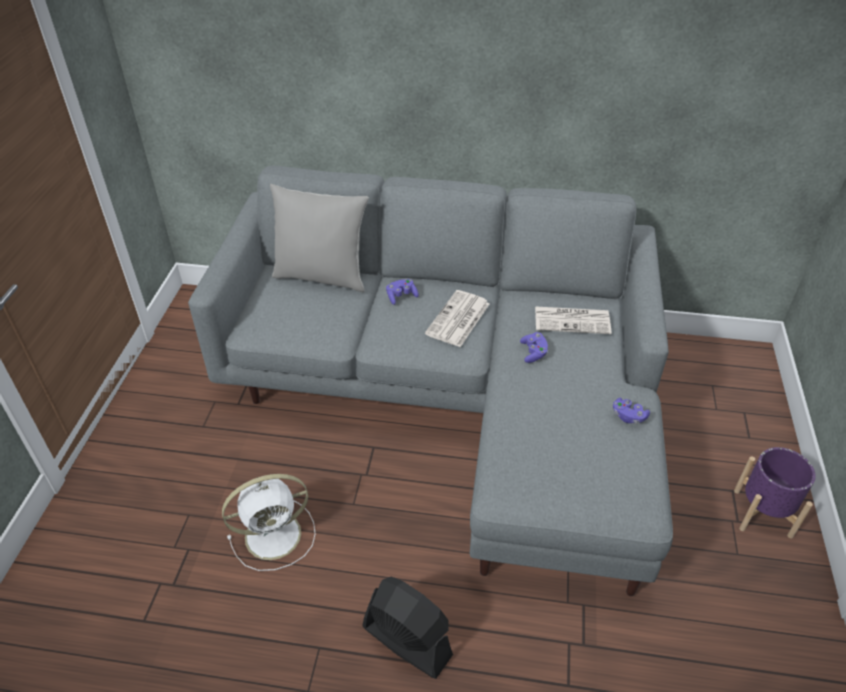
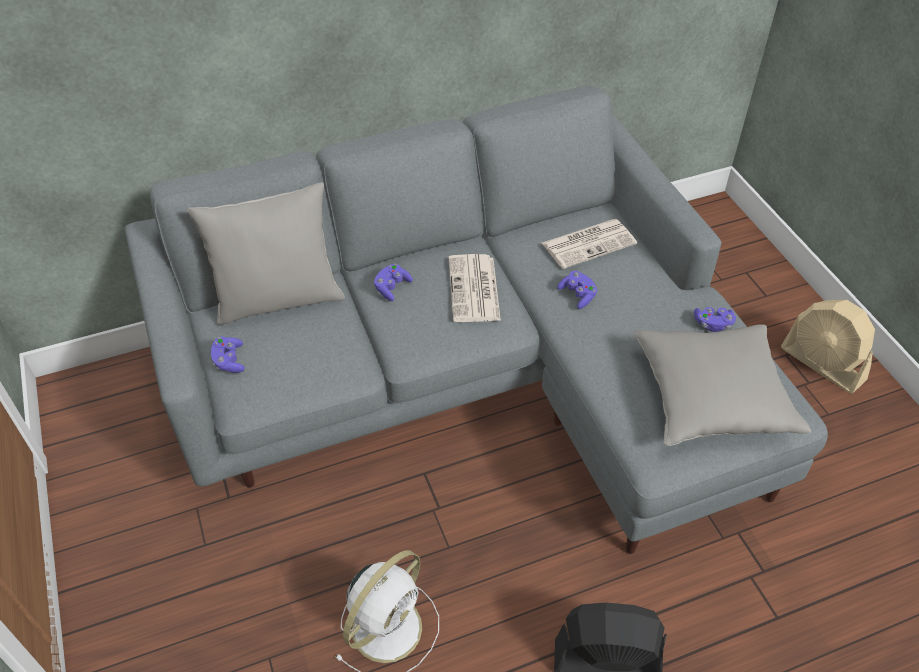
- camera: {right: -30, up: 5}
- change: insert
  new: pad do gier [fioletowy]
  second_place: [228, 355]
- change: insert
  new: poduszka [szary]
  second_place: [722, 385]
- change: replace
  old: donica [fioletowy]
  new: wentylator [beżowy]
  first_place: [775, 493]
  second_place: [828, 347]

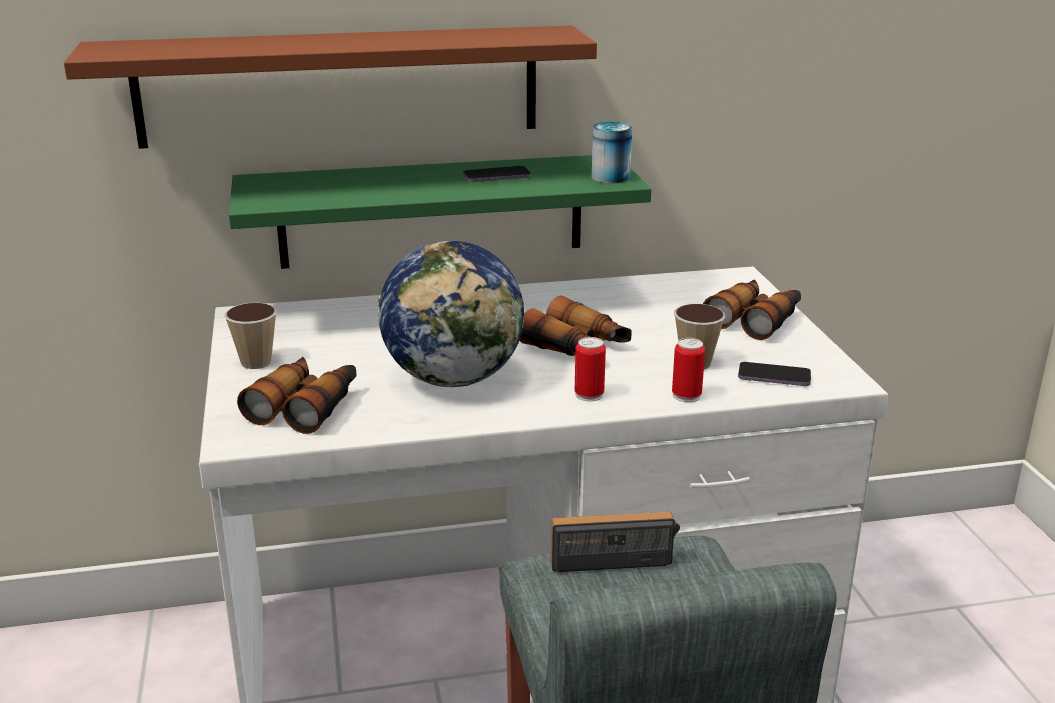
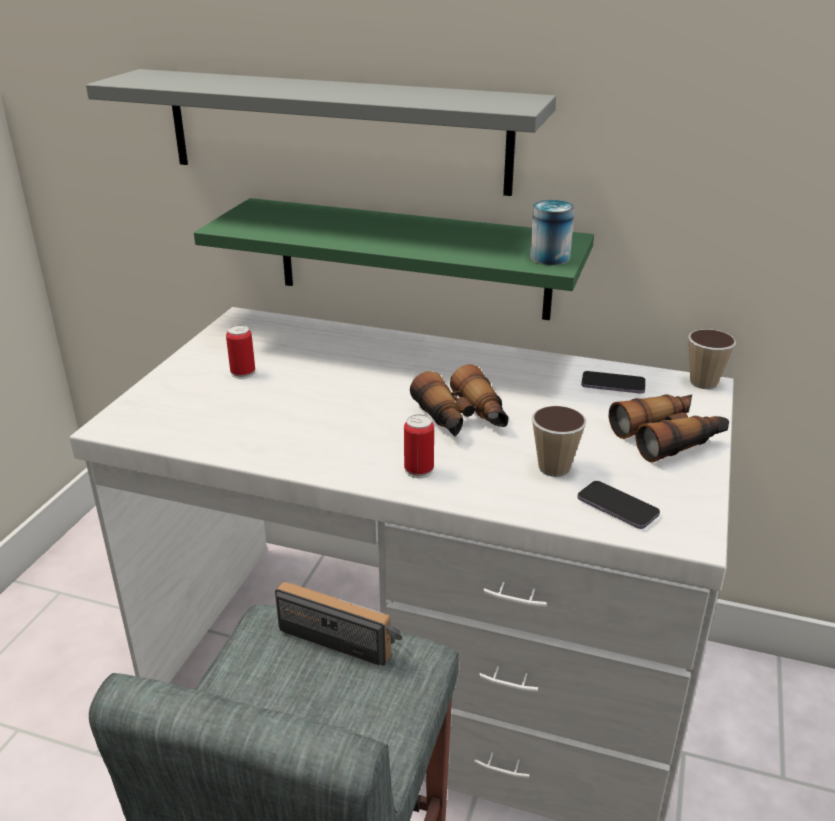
- camera: {right: 30, up: 5}
- change: delete
  old: lornetka
  first_place: [297, 395]
- change: delete
  old: globus
  first_place: [451, 314]
- change: move
  old: filiżanka
  first_place: [250, 336]
  second_place: [712, 359]
- change: move
  old: telefon
  first_place: [497, 174]
  second_place: [613, 382]
- change: move
  old: puszka
  first_place: [688, 370]
  second_place: [240, 352]
- change: recolor
  old: półka [brązowy]
  new: półka [szary]
  first_place: [330, 87]
  second_place: [321, 132]

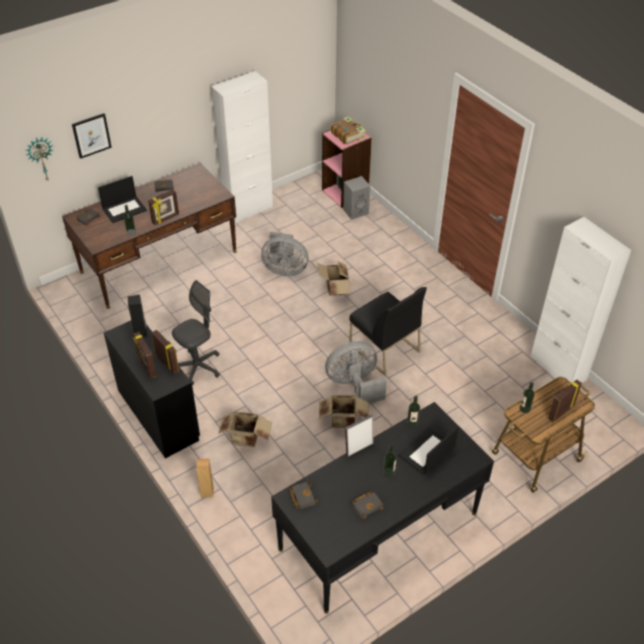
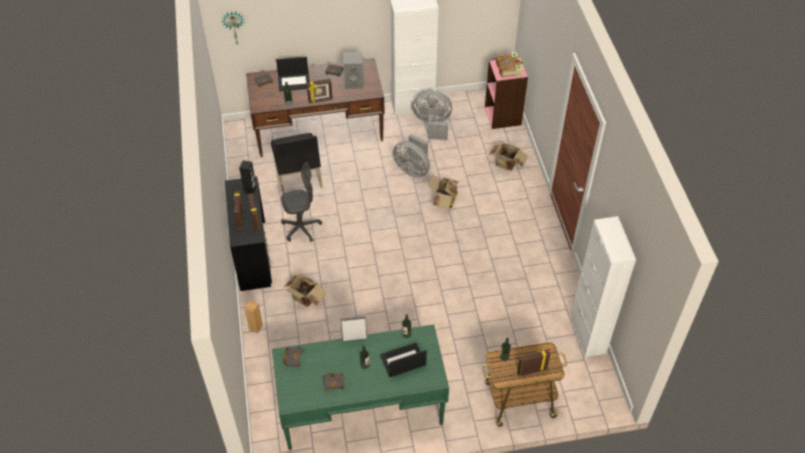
- camera: {right: 25, up: 5}
- change: delete
  old: obraz
  first_place: [92, 136]
- change: move
  old: karton
  first_place: [344, 411]
  second_place: [508, 157]
- change: move
  old: wentylator [szary]
  first_place: [356, 372]
  second_place: [432, 115]
- change: move
  old: głośnik [szary]
  first_place: [356, 198]
  second_place: [353, 70]
- change: move
  old: krzesło [czarny]
  first_place: [388, 331]
  second_place: [296, 163]
- change: recolor
  old: biurko [czarny]
  new: biurko [zielony]
  first_place: [382, 508]
  second_place: [360, 387]

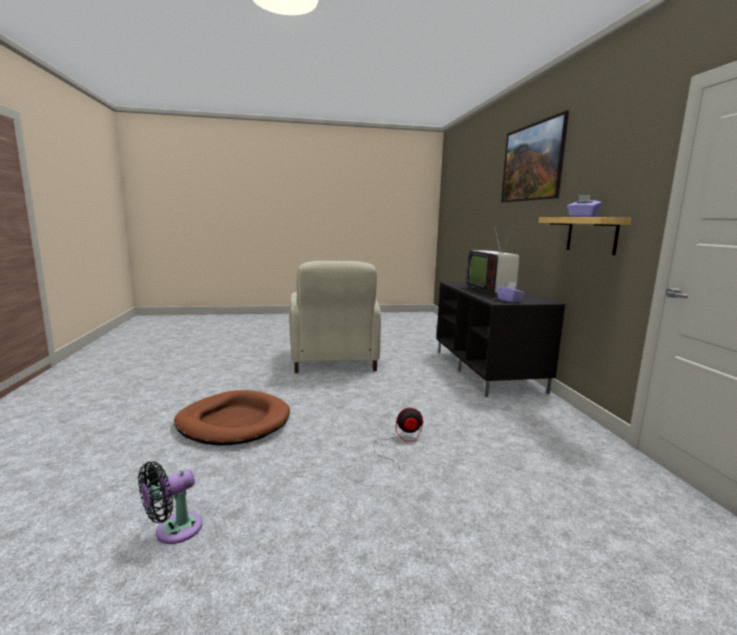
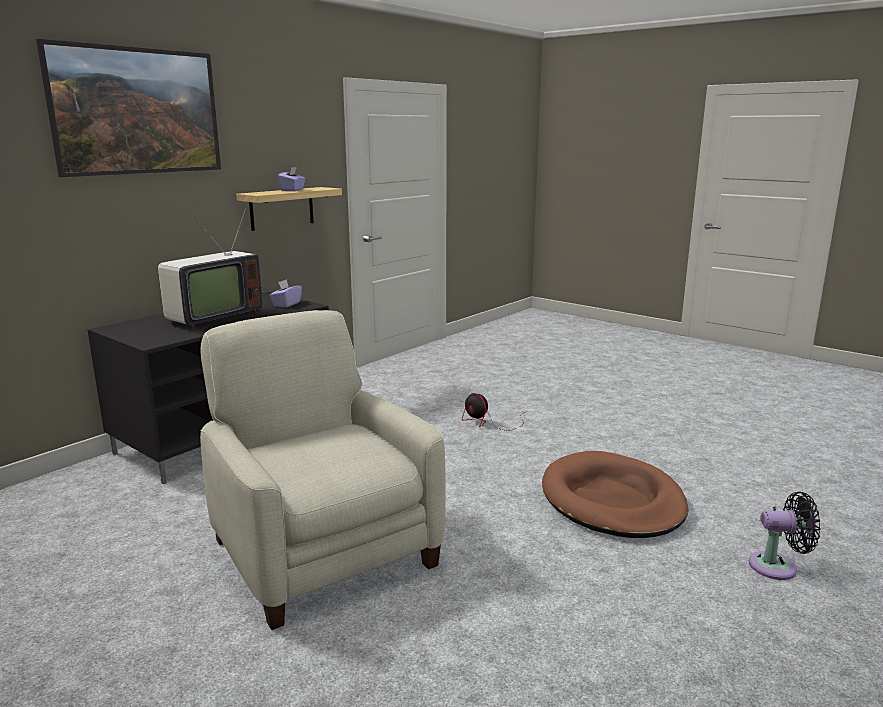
- camera: {right: -130, up: 5}
- change: move
  old: wentylator [czarny]
  first_place: [170, 502]
  second_place: [785, 536]
- change: rotate
  old: fotel [beżowy]
  first_place: [335, 317]
  second_place: [323, 470]
  degrees: -75

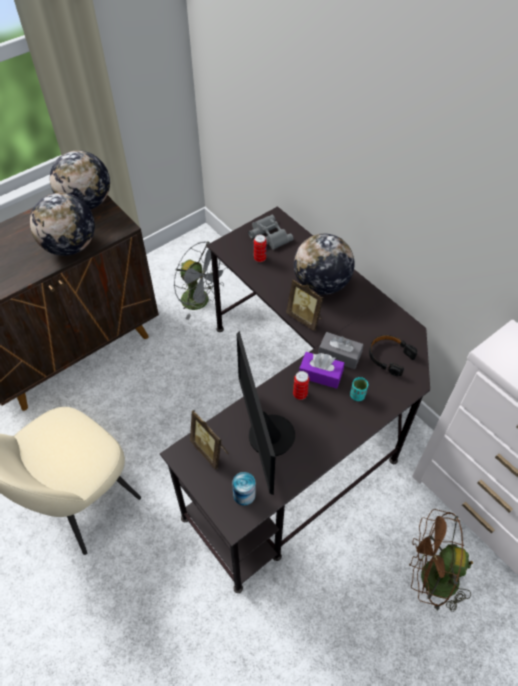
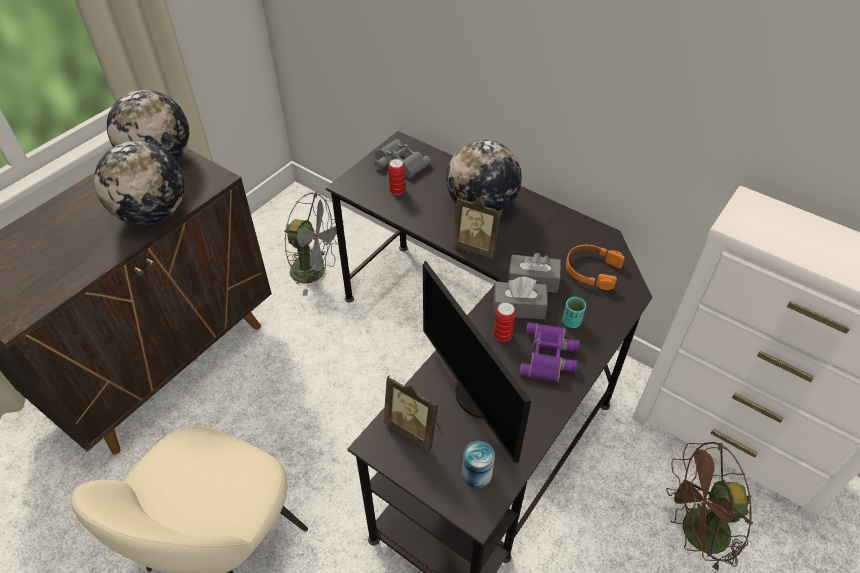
- camera: {right: -15, up: -5}
- change: insert
  new: lornetka [fioletowy]
  second_place: [549, 352]
- change: recolor
  old: pudełko chusteczek [fioletowy]
  new: pudełko chusteczek [szary]
  first_place: [321, 370]
  second_place: [520, 298]
- change: recolor
  old: słuchawki [czarny]
  new: słuchawki [pomarańczowy]
  first_place: [393, 355]
  second_place: [595, 267]

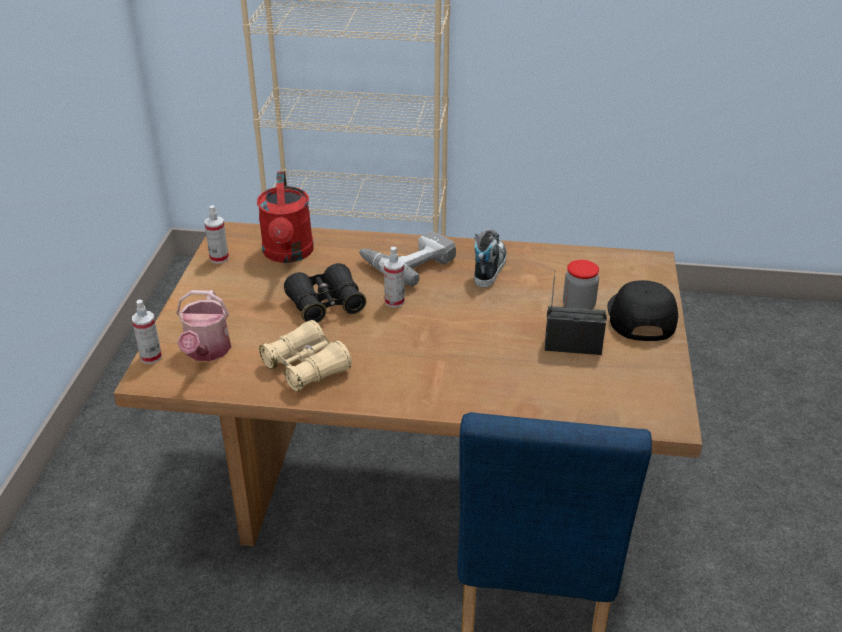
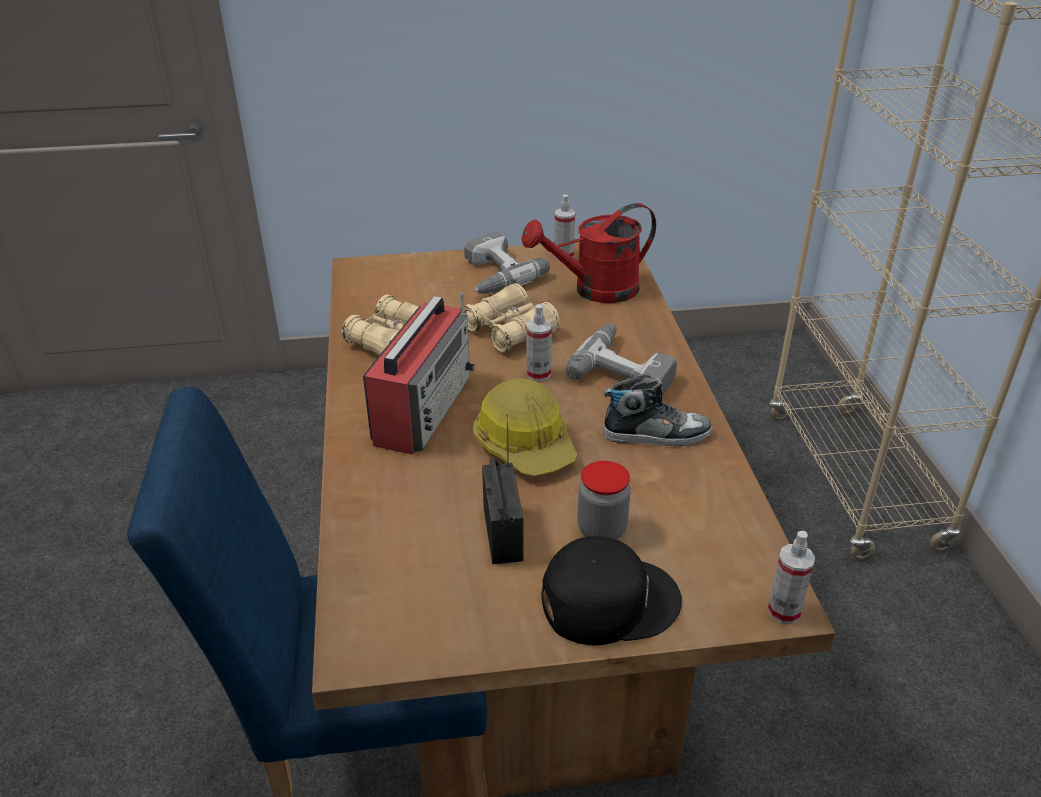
- camera: {right: 75, up: 0}
- change: delete
  old: konewka
  first_place: [203, 325]
- change: insert
  new: radio
  second_place: [419, 373]
- change: insert
  new: wiertarka
  second_place: [507, 262]
- change: insert
  new: kask
  second_place: [525, 427]
- change: move
  old: spryskiwacz
  first_place: [147, 331]
  second_place: [791, 577]
- change: recolor
  old: lornetka [czarny]
  new: lornetka [beżowy]
  first_place: [325, 293]
  second_place: [512, 318]

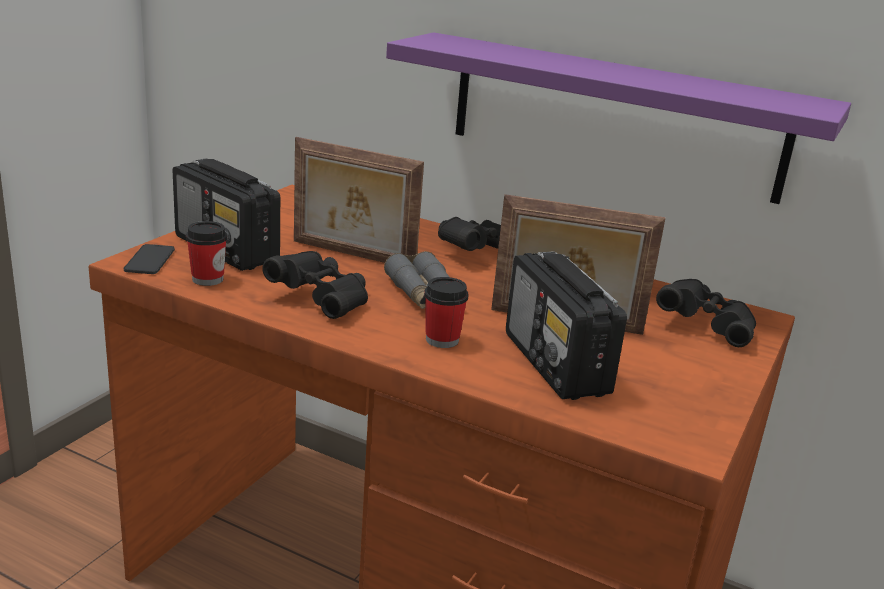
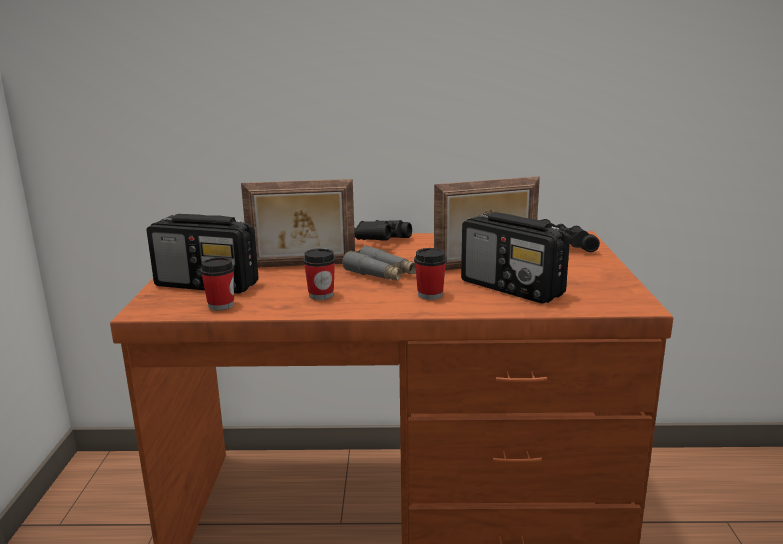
- camera: {right: -25, up: -5}
- change: delete
  old: telefon
  first_place: [149, 259]
- change: delete
  old: półka [fioletowy]
  first_place: [618, 118]
- change: replace
  old: lornetka [czarny]
  new: filiżanka
  first_place: [315, 285]
  second_place: [319, 274]

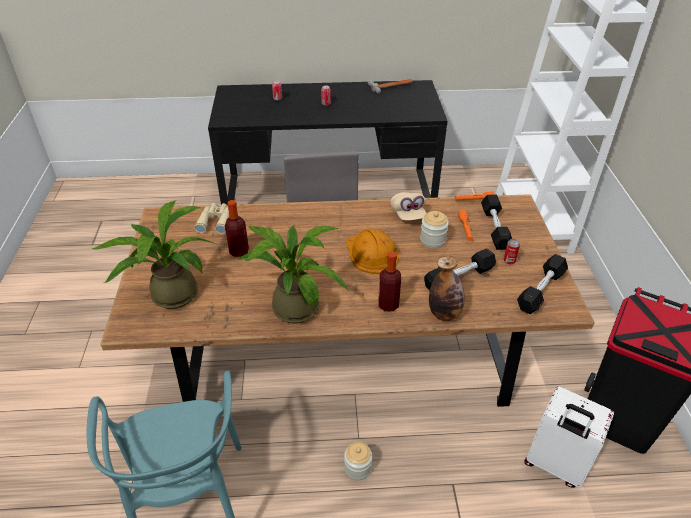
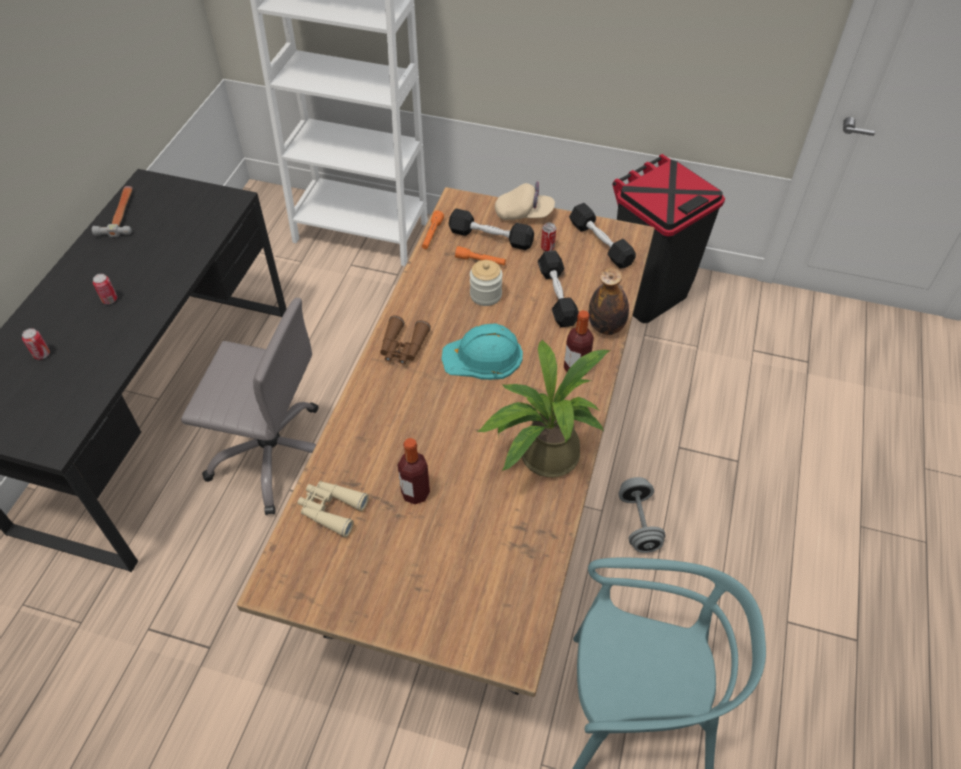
- camera: {right: -70, up: 10}
- change: delete
  old: roślina doniczkowa
  first_place: [154, 254]
- change: delete
  old: walizka [biały]
  first_place: [569, 437]
- change: insert
  new: lornetka [brązowy]
  second_place: [405, 340]
- change: move
  old: czapka z daszkiem [beżowy]
  first_place: [408, 206]
  second_place: [525, 201]
- change: replace
  old: słoik
  new: hantel [szary]
  first_place: [358, 461]
  second_place: [642, 515]
- change: recolor
  old: kask [pomarańczowy]
  new: kask [turkusowy]
  first_place: [372, 251]
  second_place: [482, 351]

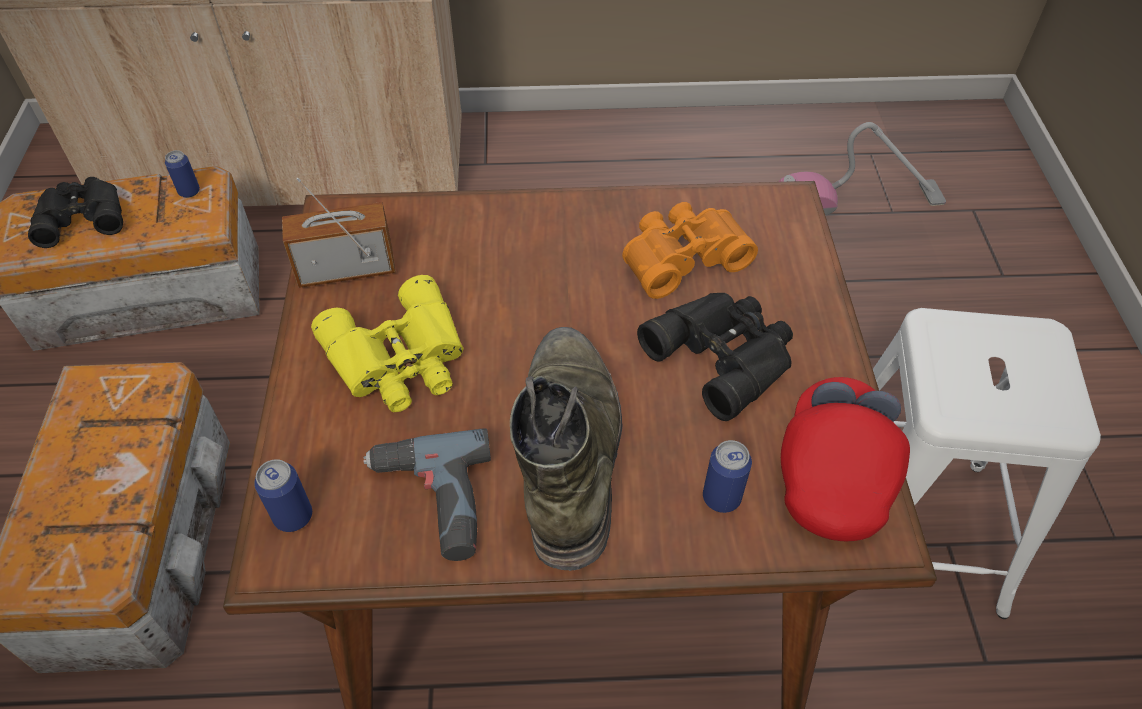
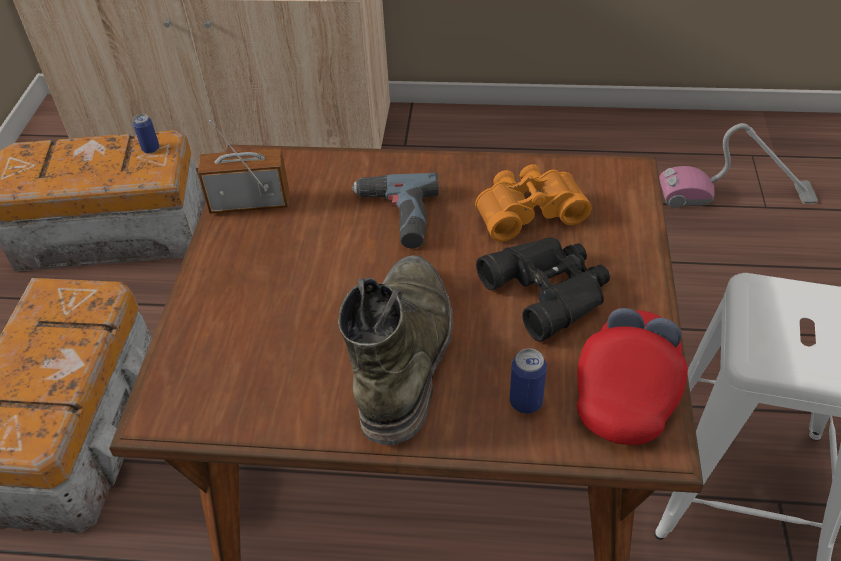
- camera: {right: 10, up: -5}
- change: delete
  old: lornetka [czarny]
  first_place: [75, 212]
- change: delete
  old: puszka
  first_place: [283, 495]
- change: delete
  old: lornetka [żółty]
  first_place: [387, 343]
- change: move
  old: wiertarka
  first_place: [427, 494]
  second_place: [395, 211]

